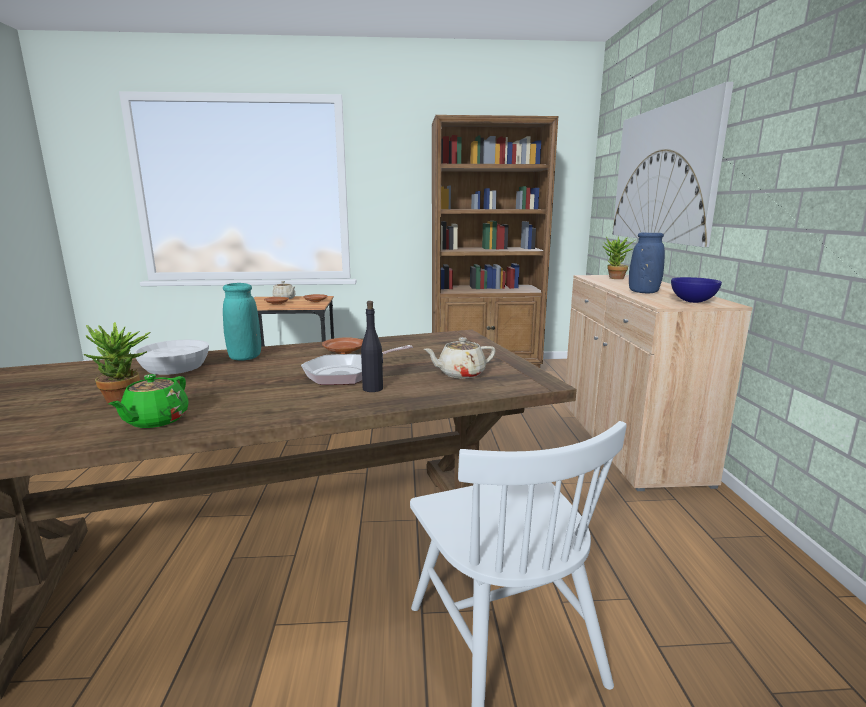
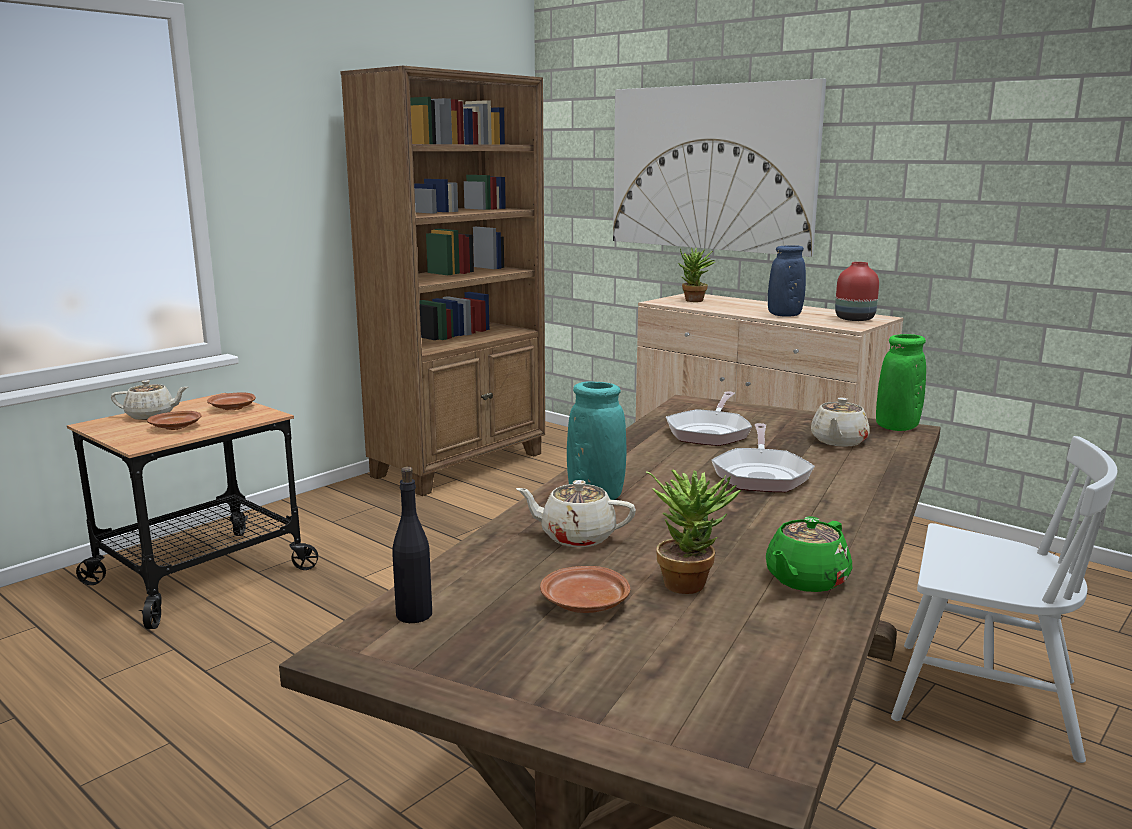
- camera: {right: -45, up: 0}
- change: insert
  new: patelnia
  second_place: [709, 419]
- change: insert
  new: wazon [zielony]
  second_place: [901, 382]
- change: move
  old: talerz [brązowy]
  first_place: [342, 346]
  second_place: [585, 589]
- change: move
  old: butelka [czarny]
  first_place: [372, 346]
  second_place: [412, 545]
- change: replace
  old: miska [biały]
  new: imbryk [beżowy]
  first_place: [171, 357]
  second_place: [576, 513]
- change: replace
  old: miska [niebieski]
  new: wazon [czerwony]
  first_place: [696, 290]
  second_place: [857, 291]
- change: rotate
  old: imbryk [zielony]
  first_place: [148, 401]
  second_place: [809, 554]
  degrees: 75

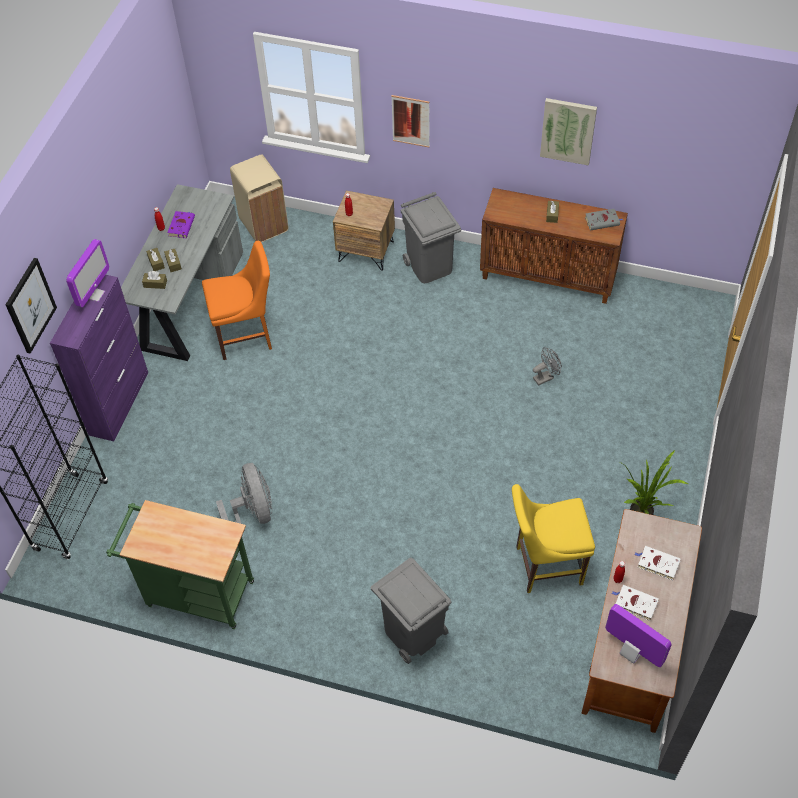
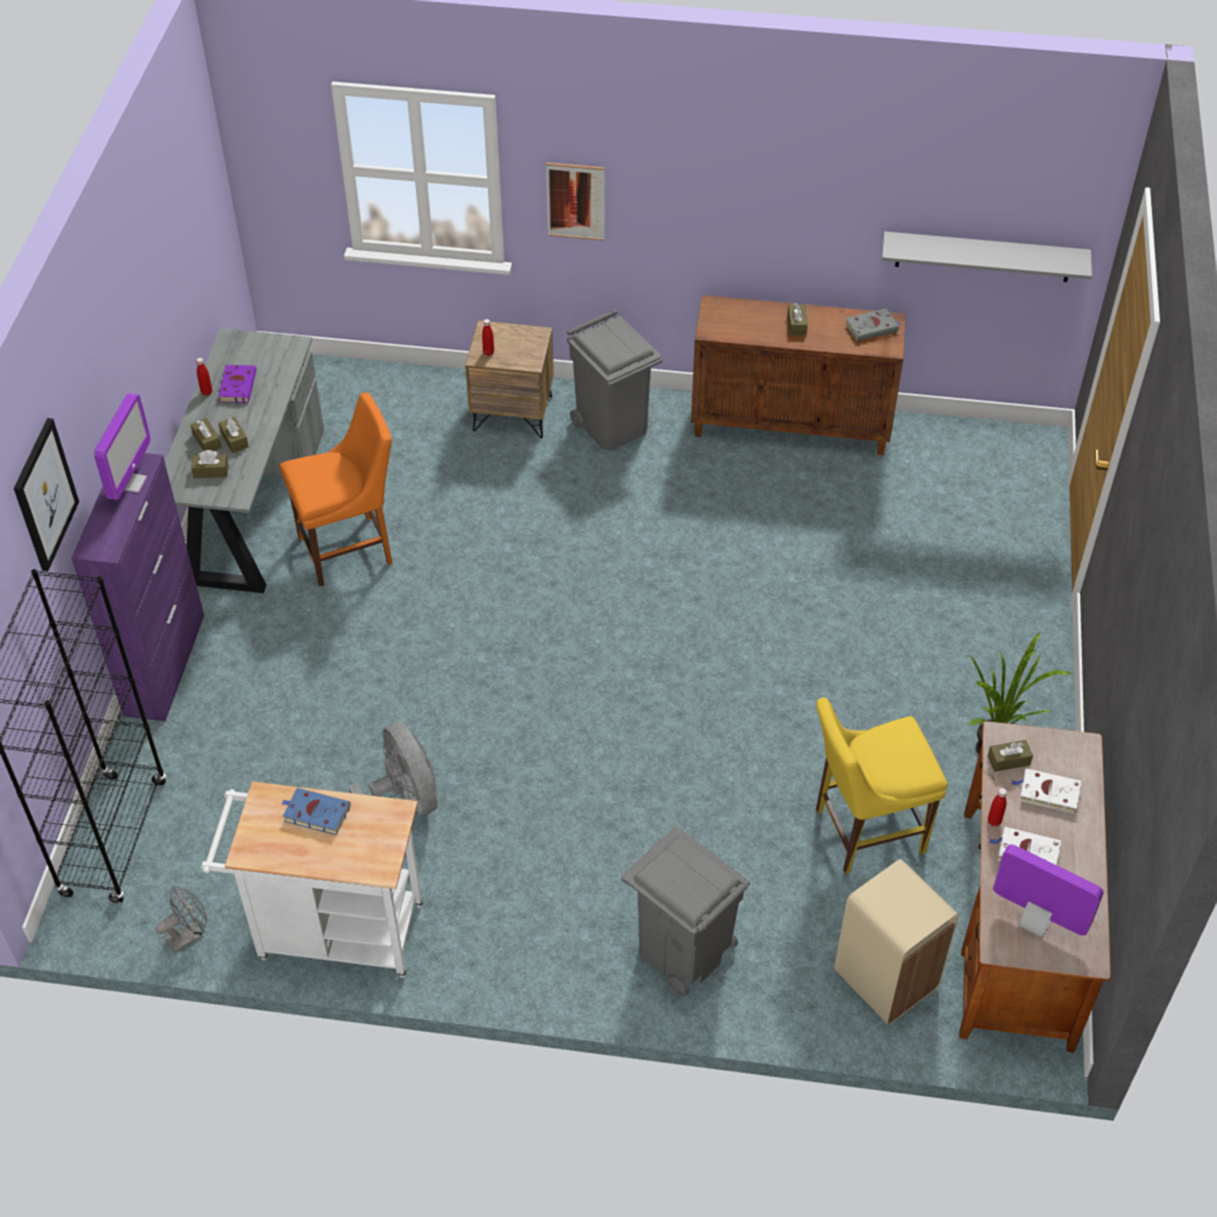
- camera: {right: -10, up: -5}
- change: delete
  old: obraz
  first_place: [568, 132]
- change: insert
  new: książka [niebieski]
  second_place: [316, 811]
- change: insert
  new: półka [szary]
  second_place: [987, 256]
- change: insert
  new: pudełko chusteczek [brązowy]
  second_place: [1010, 756]
- change: move
  old: kosz na śmieci [beżowy]
  first_place: [259, 198]
  second_place: [896, 942]
- change: move
  old: wentylator [szary]
  first_place: [547, 366]
  second_place: [181, 920]
- change: recolor
  old: wózek [zielony]
  new: wózek [biały]
  first_place: [180, 564]
  second_place: [312, 880]

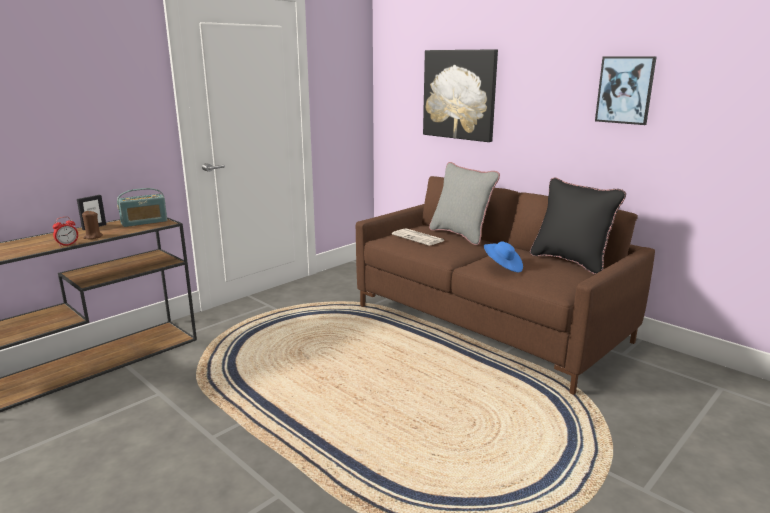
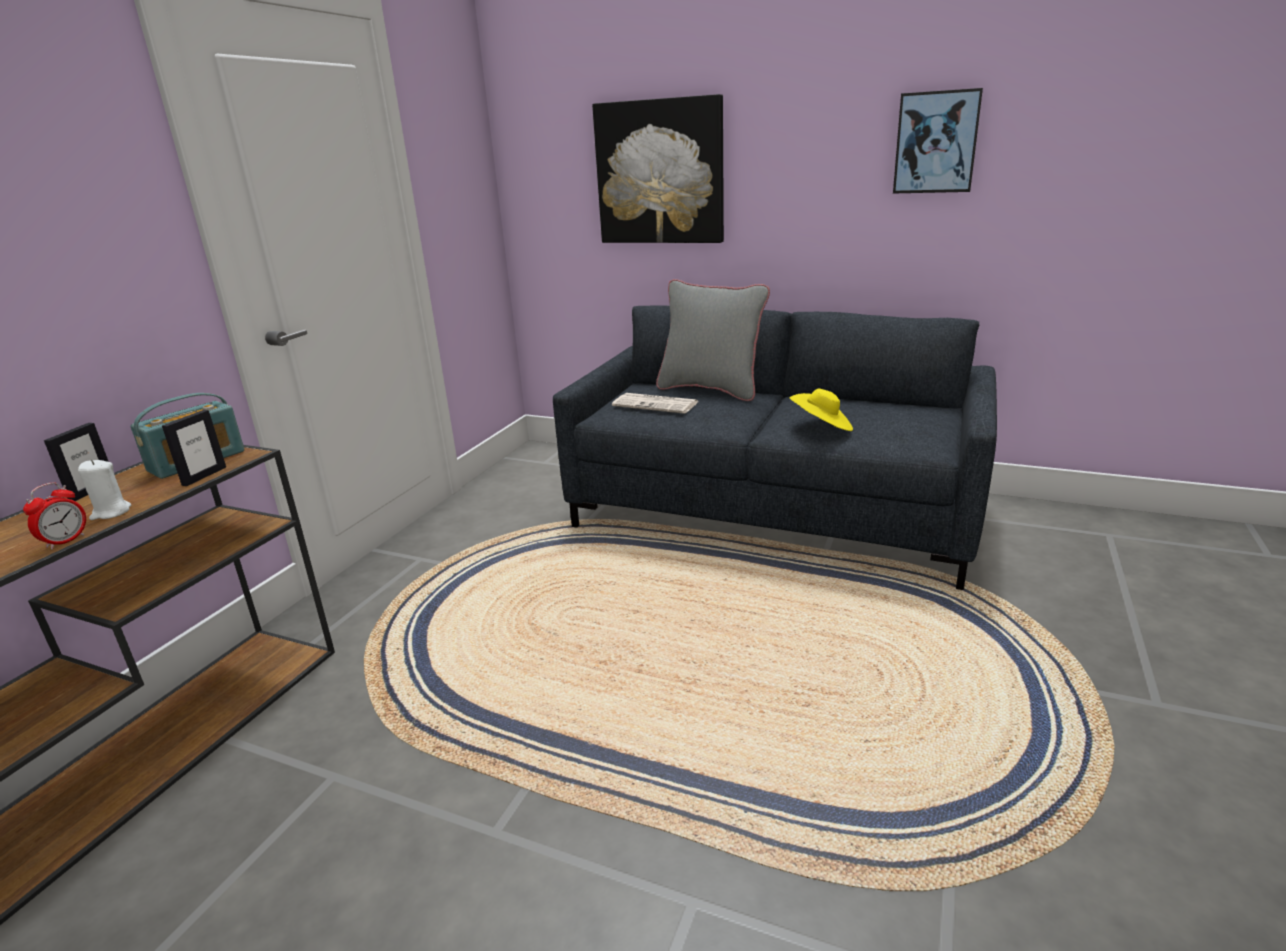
- camera: {right: -20, up: 5}
- change: delete
  old: poduszka [czarny]
  first_place: [578, 225]
- change: insert
  new: ramka na zdjęcie
  second_place: [194, 448]
- change: recolor
  old: świeca [brązowy]
  new: świeca [biały]
  first_place: [92, 224]
  second_place: [104, 489]
- change: recolor
  old: kanapa [brązowy]
  new: kanapa [szary]
  first_place: [505, 285]
  second_place: [775, 448]
- change: recolor
  old: kapelusz [niebieski]
  new: kapelusz [żółty]
  first_place: [503, 256]
  second_place: [821, 410]

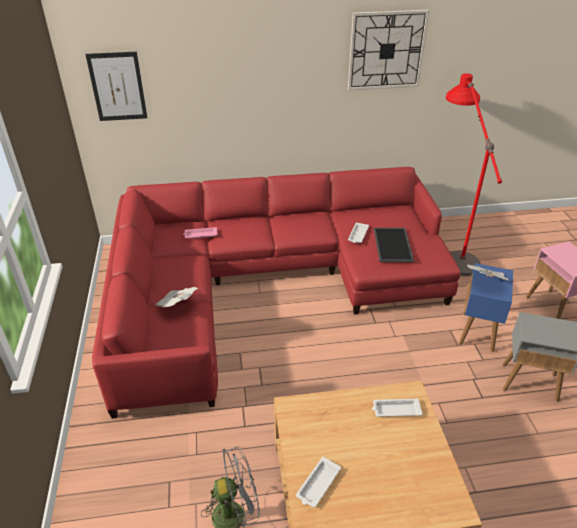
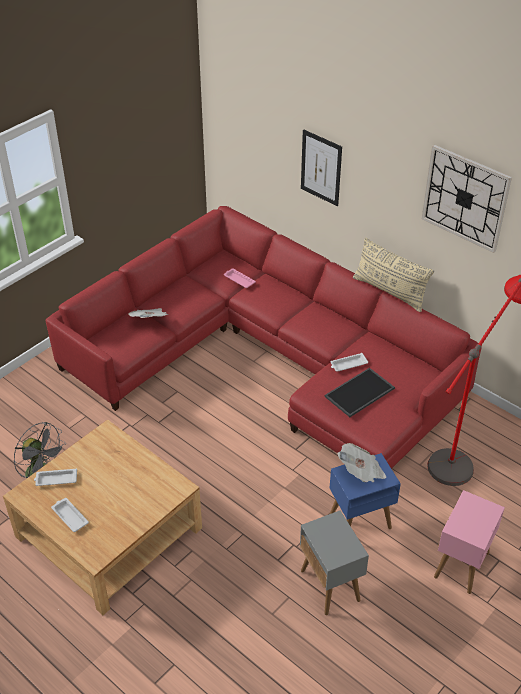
- camera: {right: 50, up: 5}
- change: insert
  new: poduszka [beżowy]
  second_place: [393, 275]
- change: move
  old: obraz
  first_place: [116, 86]
  second_place: [321, 167]
- change: move
  old: taca [biały]
  first_place: [397, 407]
  second_place: [70, 515]

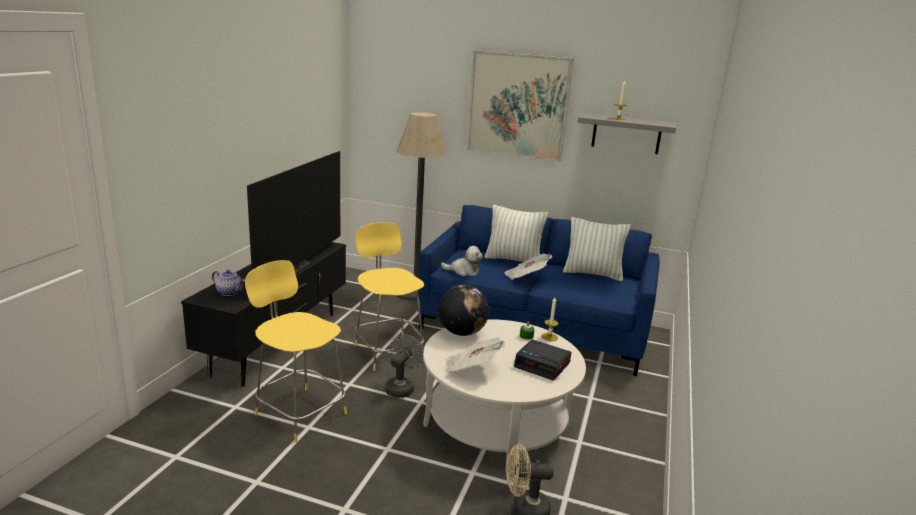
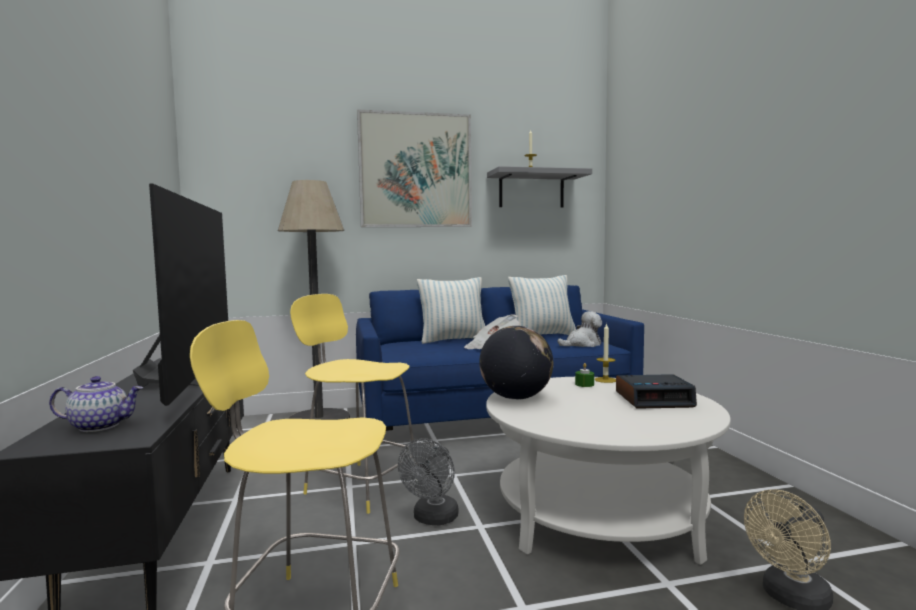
- camera: {right: -30, up: -15}
- change: delete
  old: gazeta
  first_place: [475, 355]
- change: move
  old: pluszak
  first_place: [462, 261]
  second_place: [579, 329]
- change: rotate
  old: wentylator [szary]
  first_place: [404, 366]
  second_place: [428, 481]
  degrees: -150

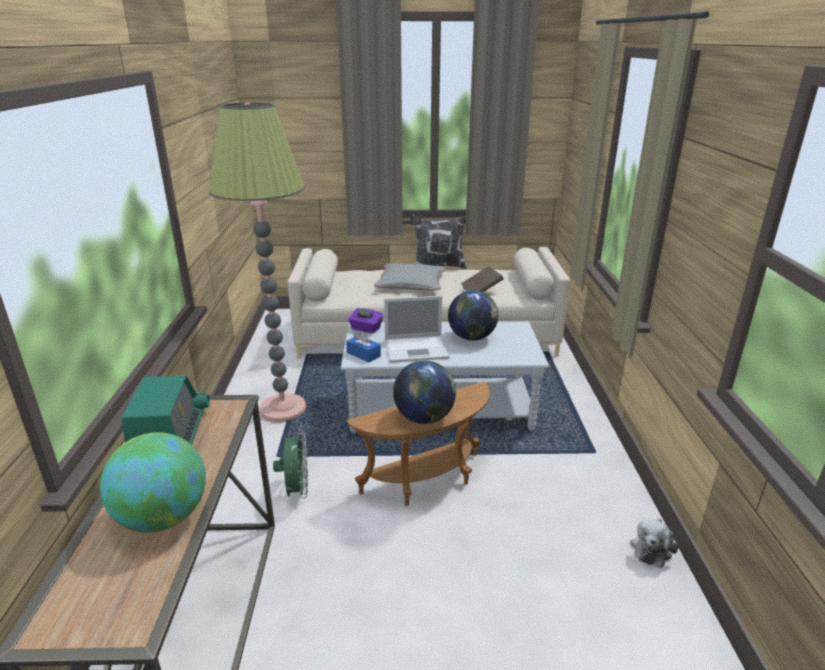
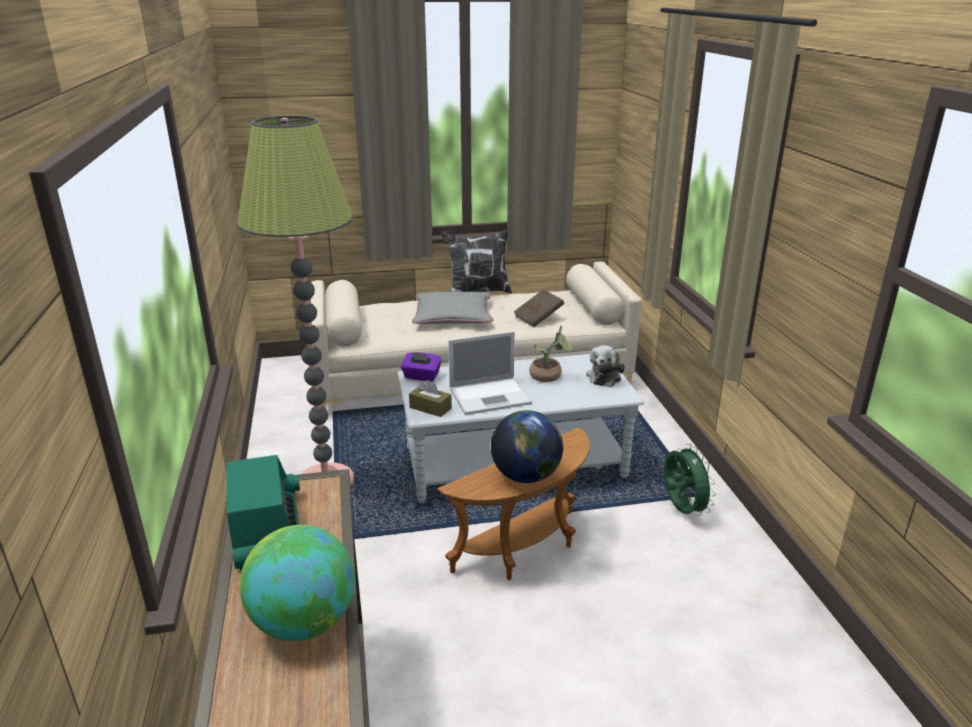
- camera: {right: -10, up: 0}
- change: move
  old: wentylator [zielony]
  first_place: [290, 464]
  second_place: [690, 480]
- change: move
  old: pluszak
  first_place: [654, 543]
  second_place: [605, 366]
- change: replace
  old: globus
  new: roślina doniczkowa
  first_place: [473, 315]
  second_place: [551, 354]
- change: recolor
  old: pudełko chusteczek [niebieski]
  new: pudełko chusteczek [brązowy]
  first_place: [363, 347]
  second_place: [430, 398]

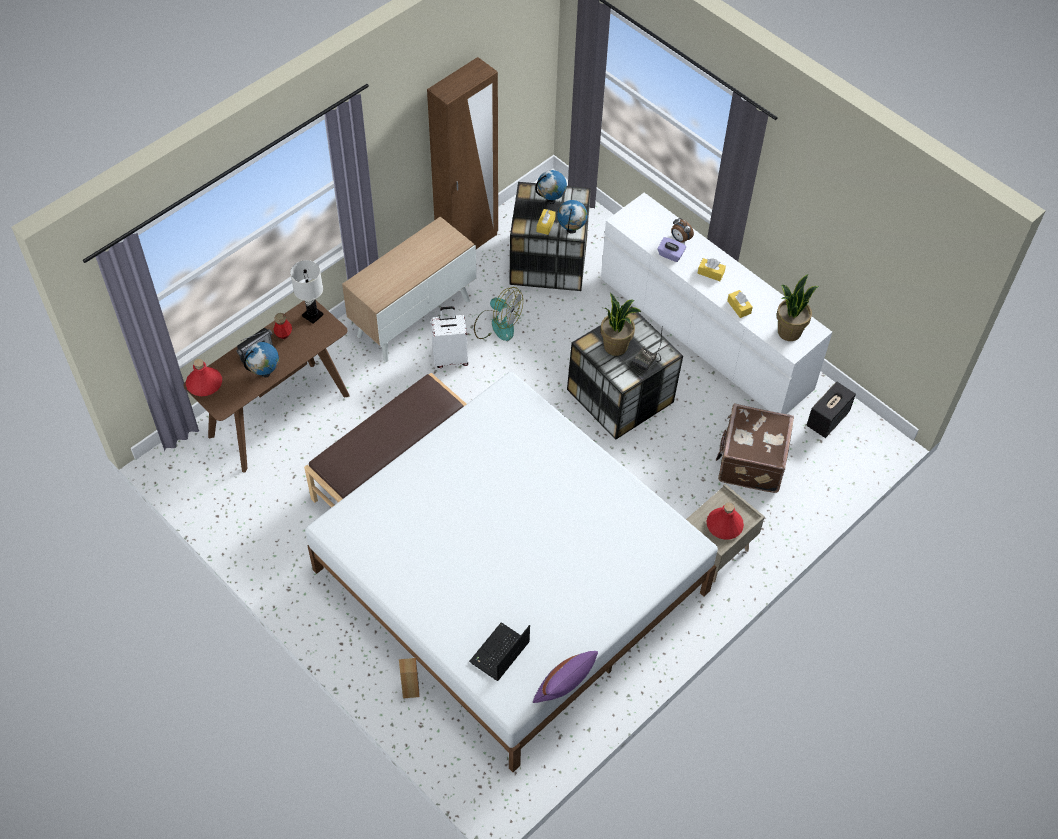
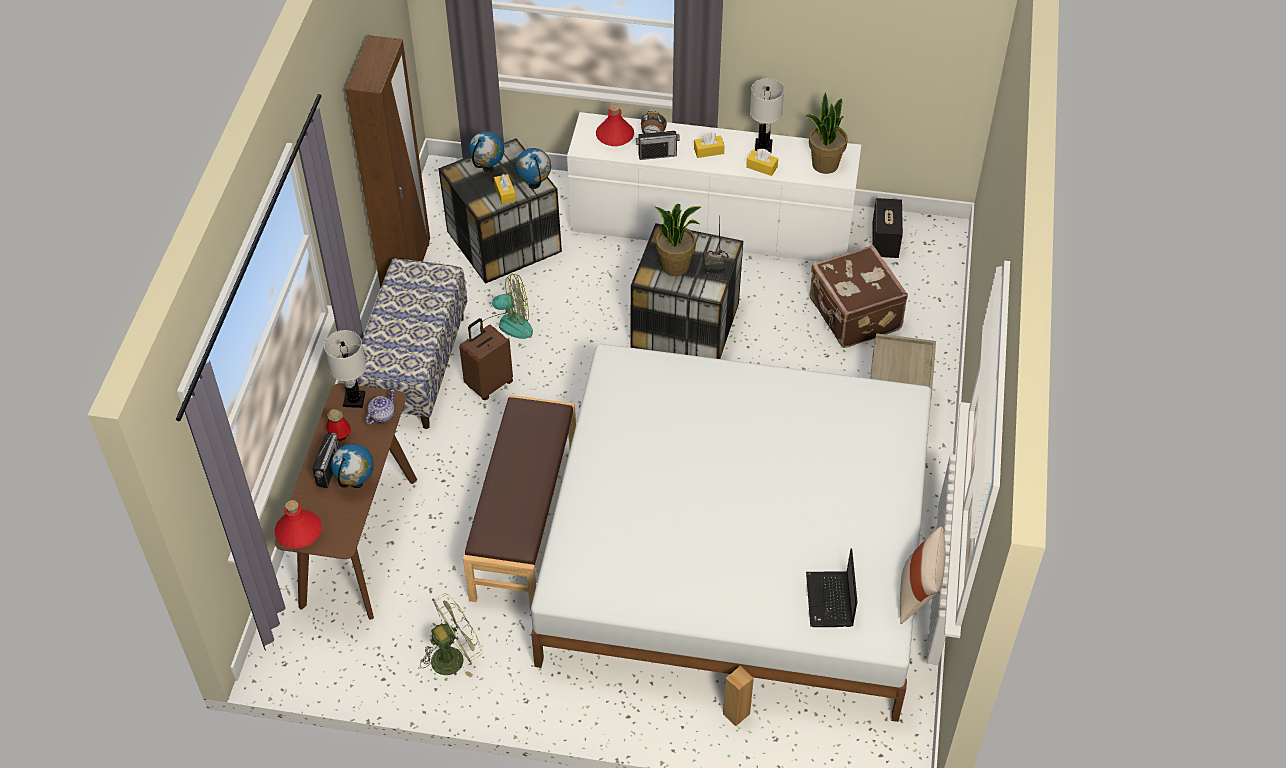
- camera: {right: -35, up: -5}
- change: insert
  new: imbryk
  second_place: [380, 407]
- change: insert
  new: wentylator [zielony]
  second_place: [451, 635]
- change: insert
  new: lampa stołowa [biały]
  second_place: [767, 115]
- change: move
  old: butelka [czerwony]
  first_place: [725, 521]
  second_place: [615, 125]
- change: replace
  old: szafka
  new: ławka
  first_place: [409, 289]
  second_place: [412, 344]
- change: replace
  old: pudełko chusteczek [fioletowy]
  new: radio
  first_place: [671, 249]
  second_place: [658, 144]
- change: recolor
  old: walizka [biały]
  new: walizka [brązowy]
  first_place: [449, 337]
  second_place: [486, 359]
- change: recolor
  old: poduszka [fioletowy]
  new: poduszka [beżowy]
  first_place: [565, 677]
  second_place: [923, 575]

